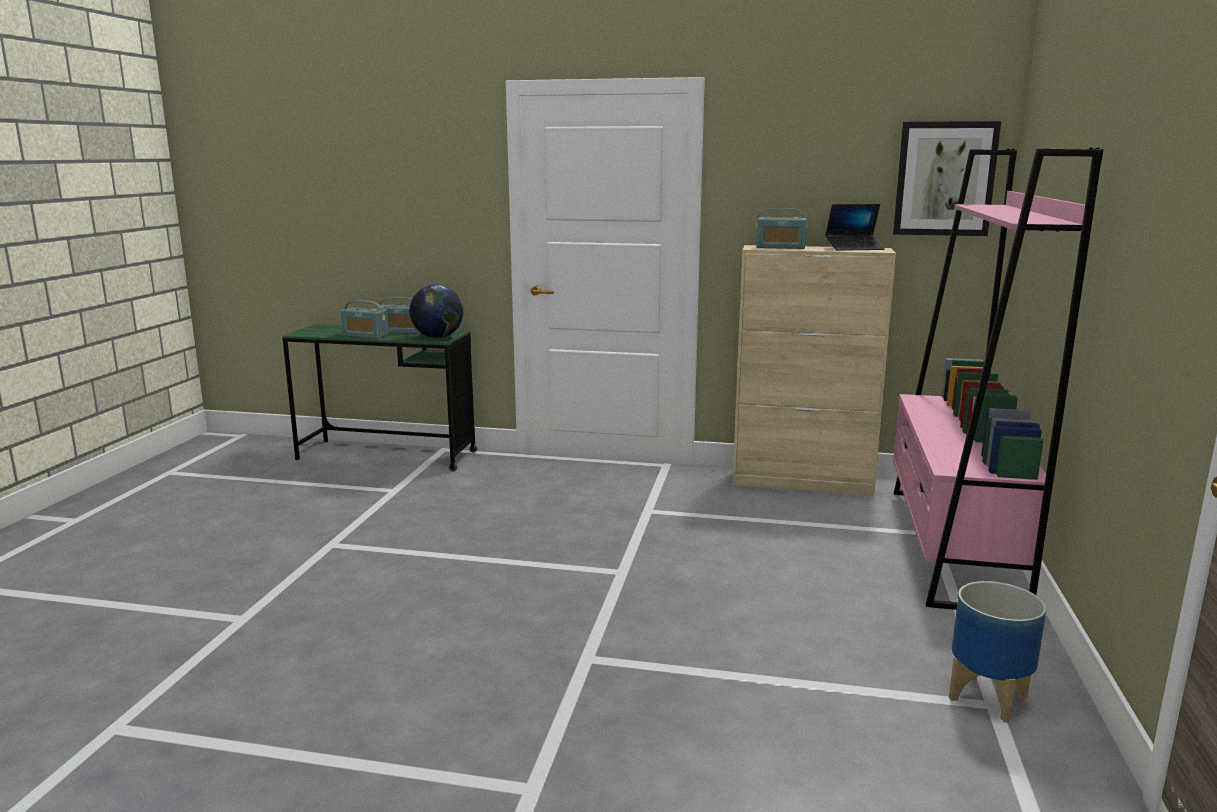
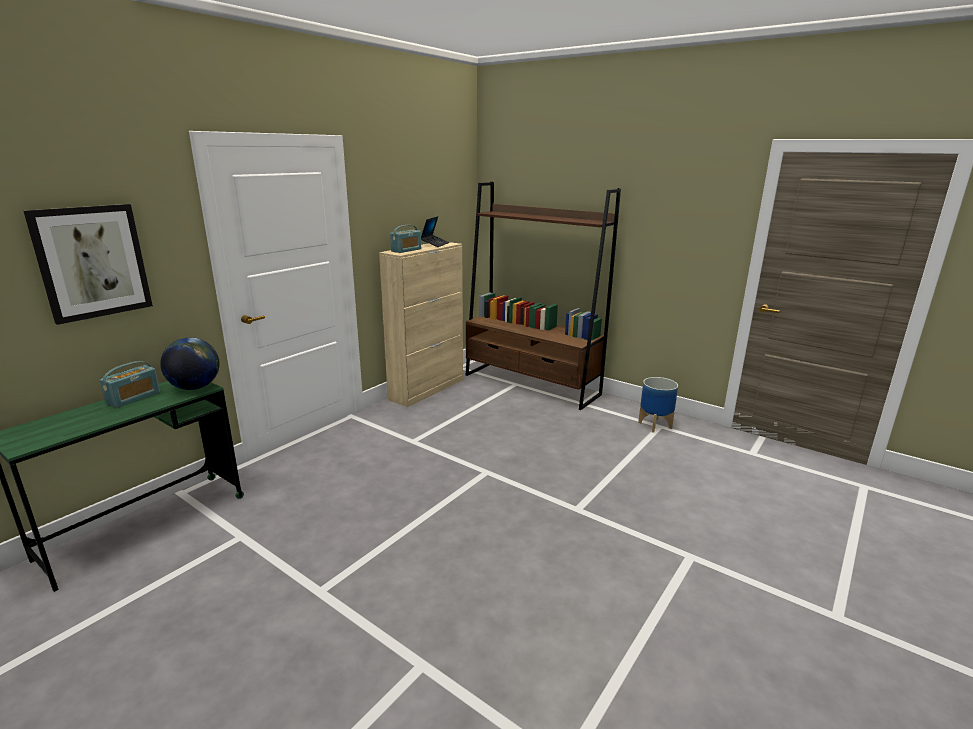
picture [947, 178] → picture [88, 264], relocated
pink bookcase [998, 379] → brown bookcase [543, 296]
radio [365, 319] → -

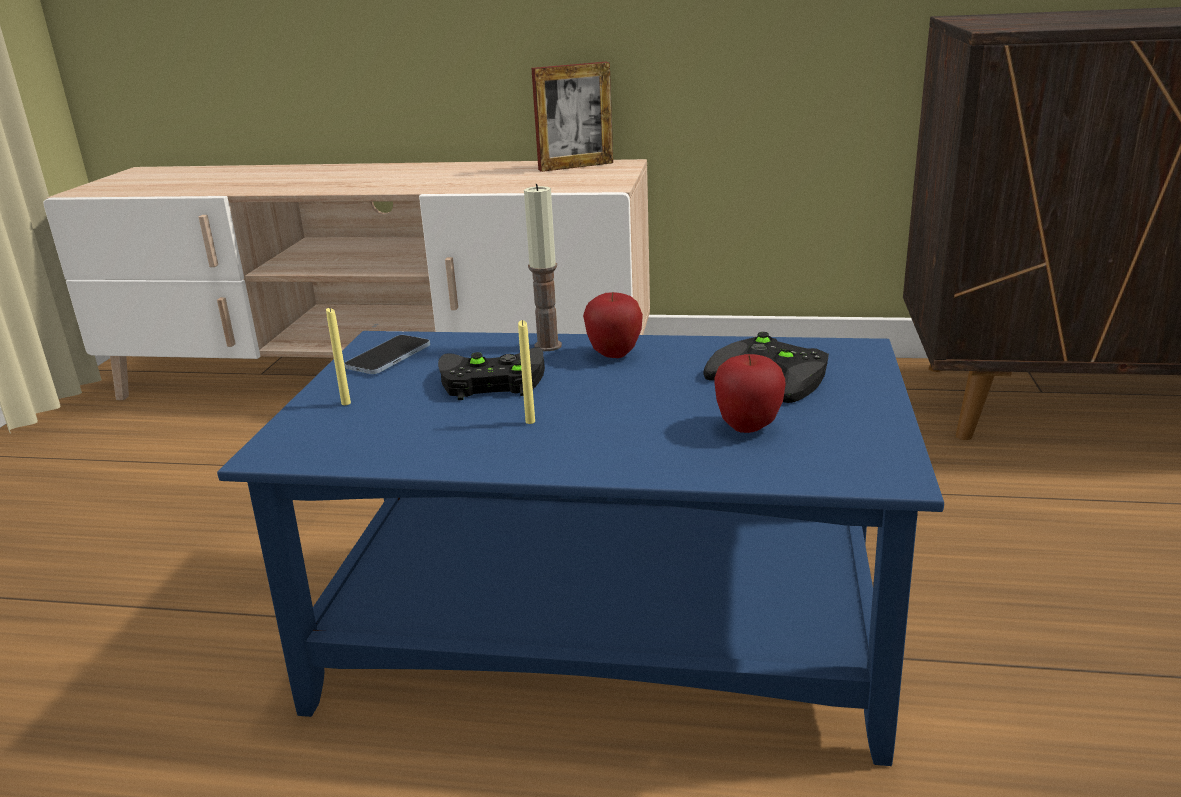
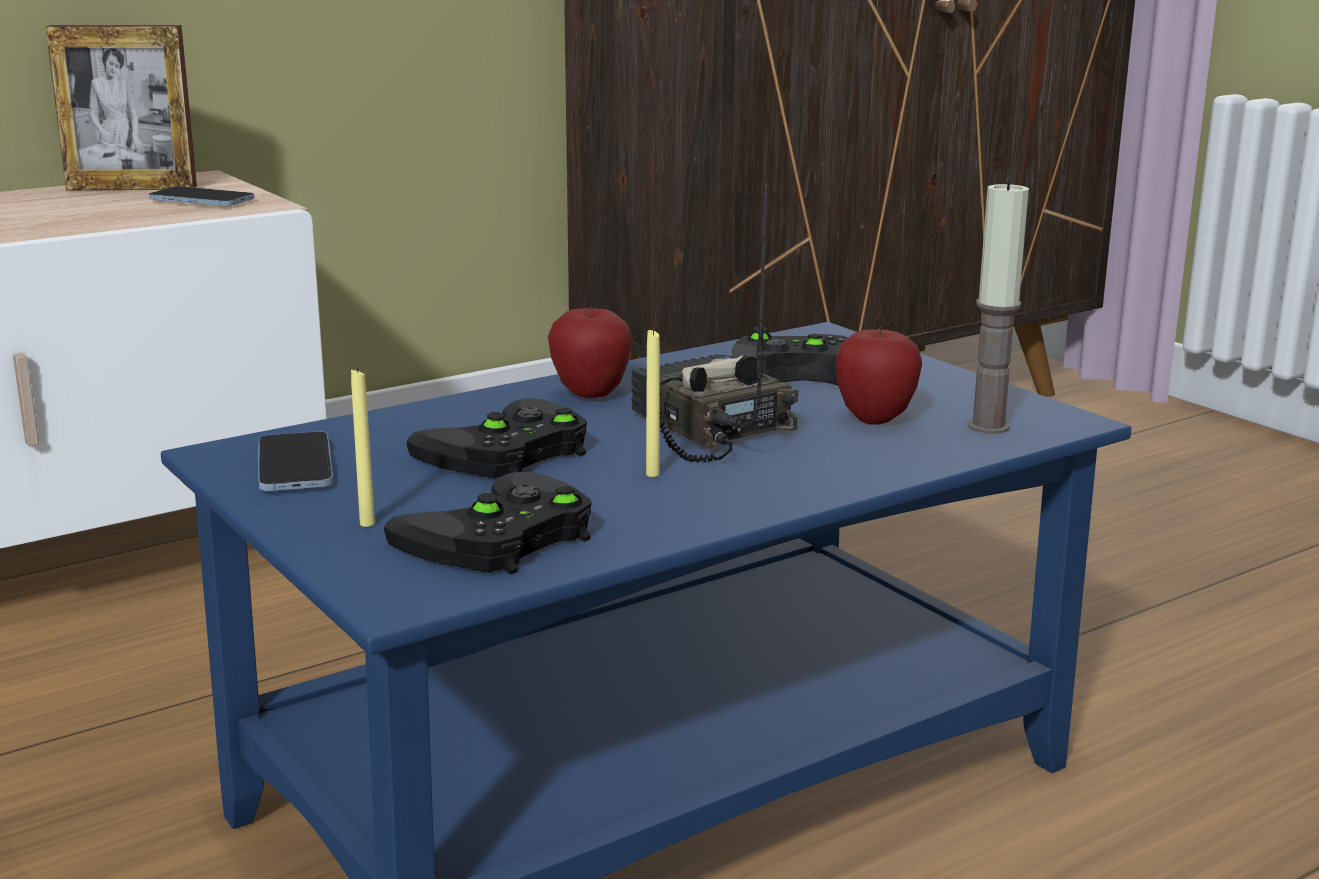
picture frame [572, 117] → picture frame [121, 107], 60 degrees clockwise
candle [543, 267] → candle [998, 307], relocated
- → radio [715, 323]
- → phone [201, 196]
- → black game controller [488, 523]

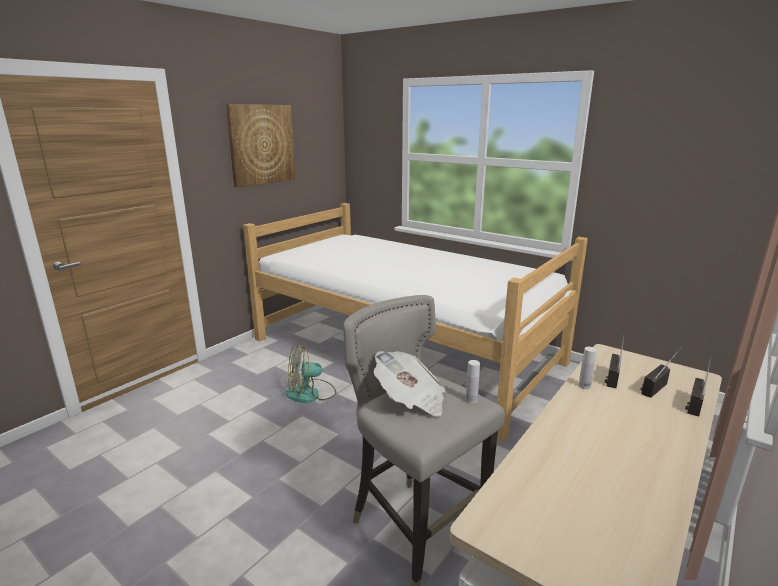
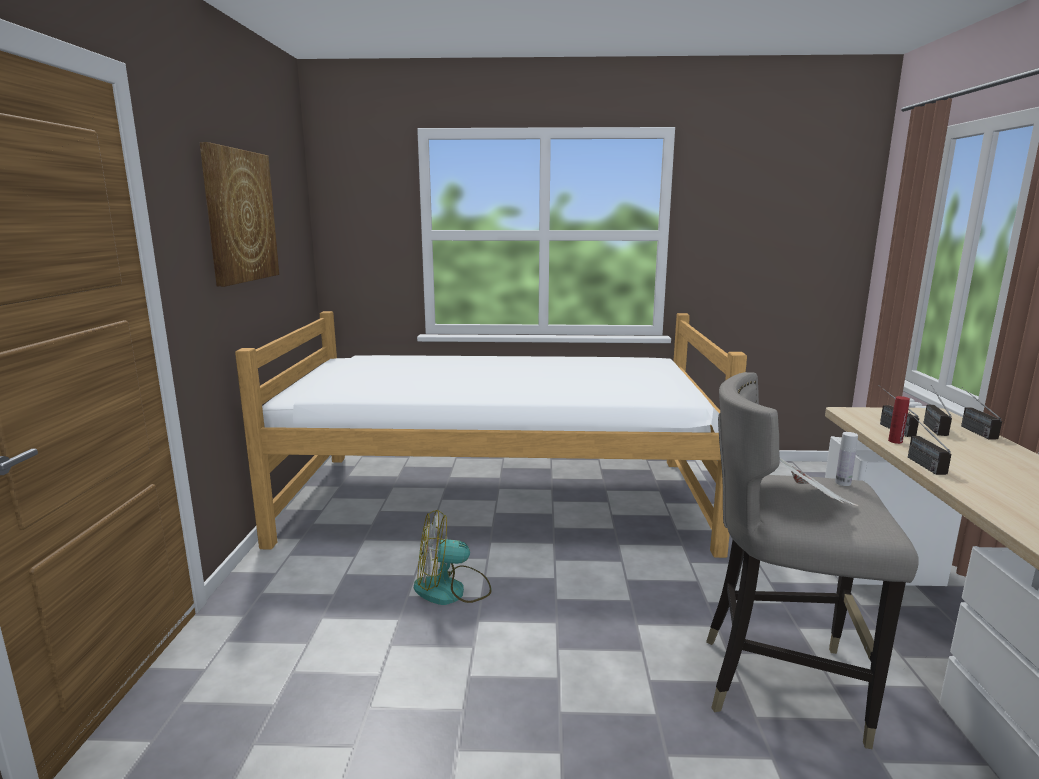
fan [311, 373] → fan [453, 557], 45 degrees clockwise
white bottle [588, 368] → red bottle [899, 420]
- → radio [929, 443]

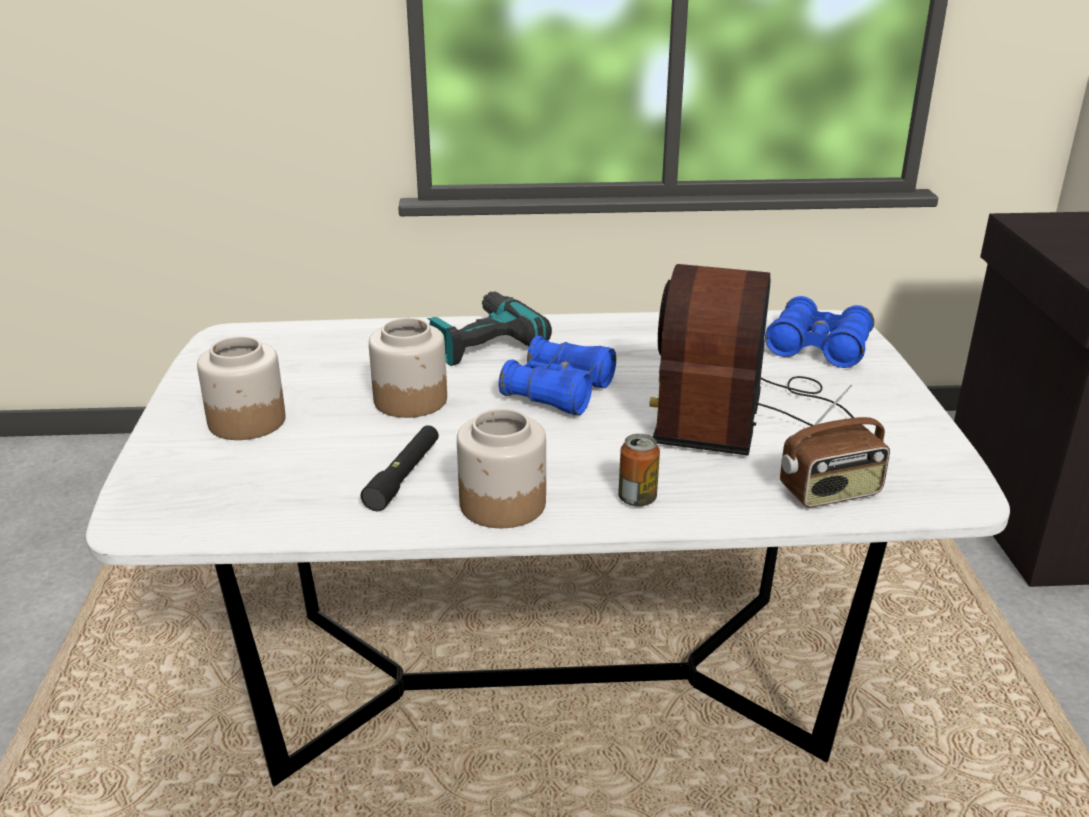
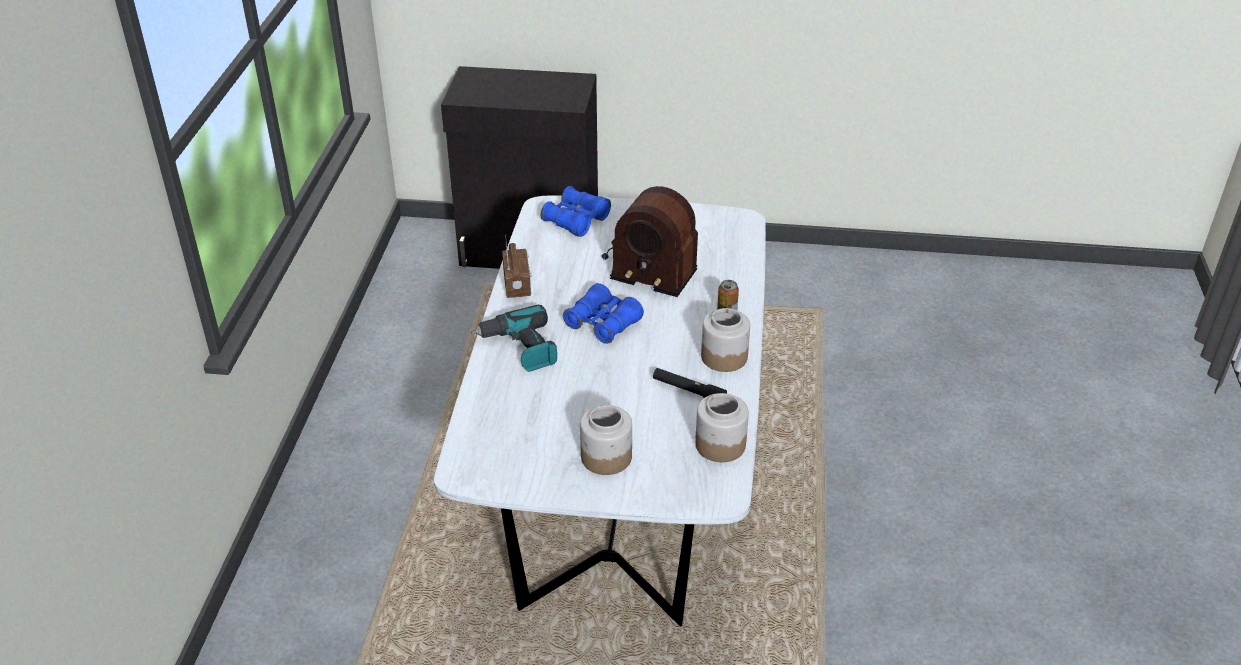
jar [408, 368] → jar [722, 427], relocated
radio [835, 446] → radio [516, 266], relocated

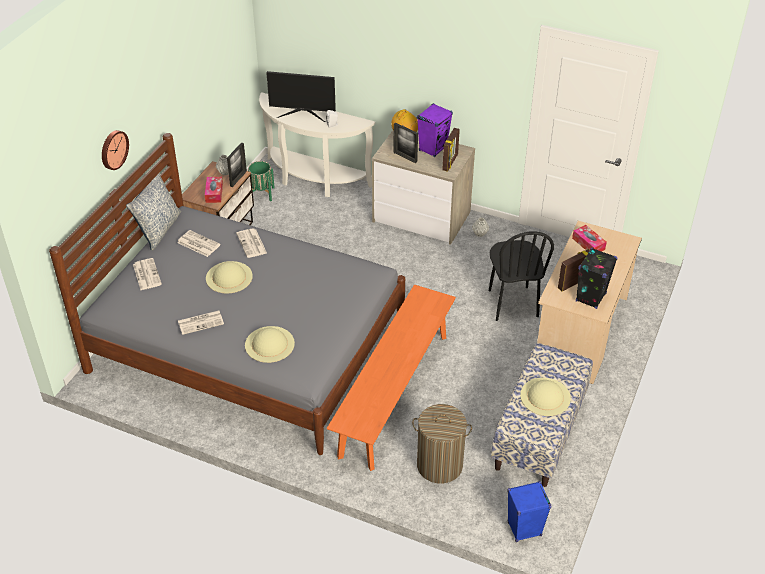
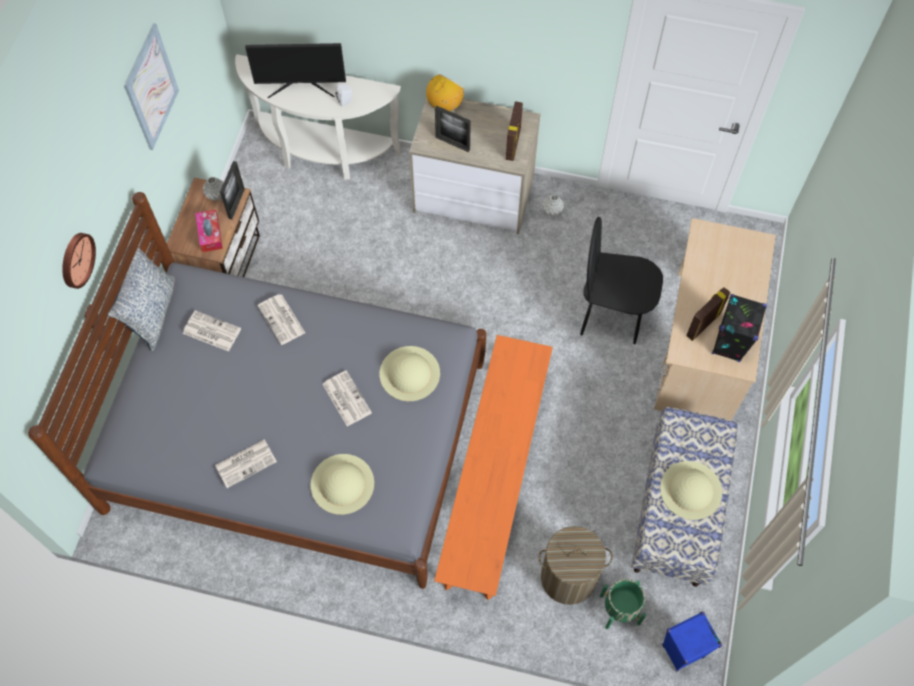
purple speaker [435, 130] → -
green planter [261, 181] → green planter [623, 604], relocated
tissue box [589, 238] → -
black chair [521, 276] → black chair [621, 280], 120 degrees clockwise
newspaper [147, 274] → newspaper [347, 398], relocated
beige hat [229, 277] → beige hat [410, 373], relocated
- → picture [151, 86]

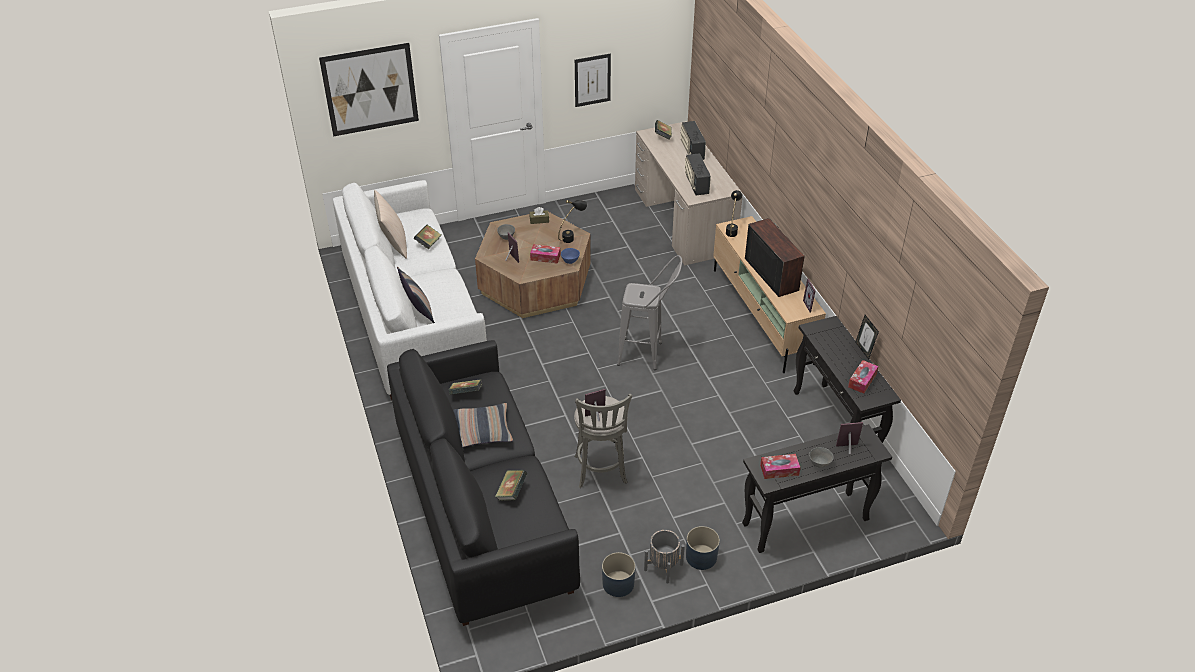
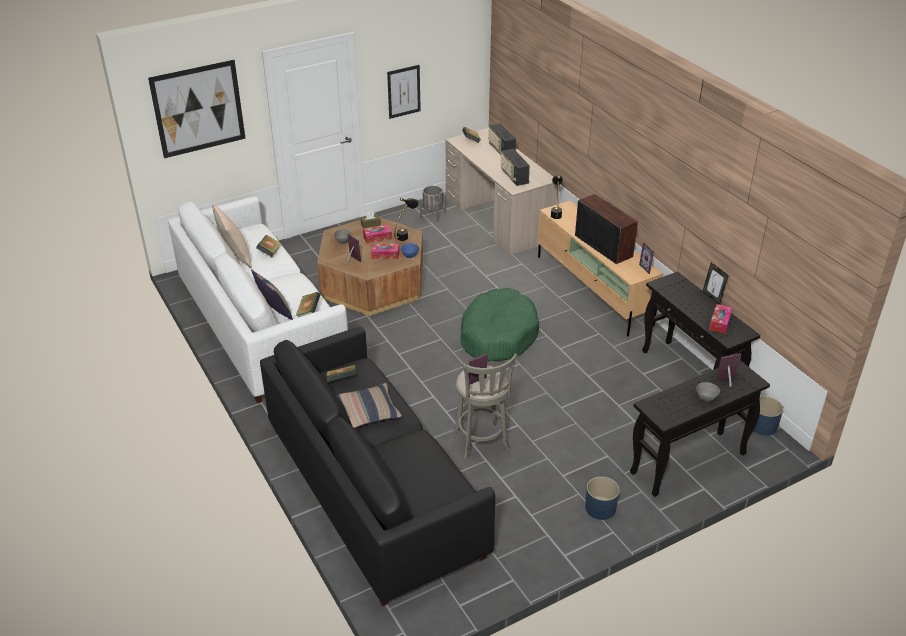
grey stool [649, 312] → green dog bed [499, 325]
tissue box [780, 466] → tissue box [377, 234], relocated
book [511, 485] → book [308, 305], relocated
grey planter [664, 557] → grey planter [433, 204], relocated
blue planter [619, 574] → blue planter [768, 416], relocated

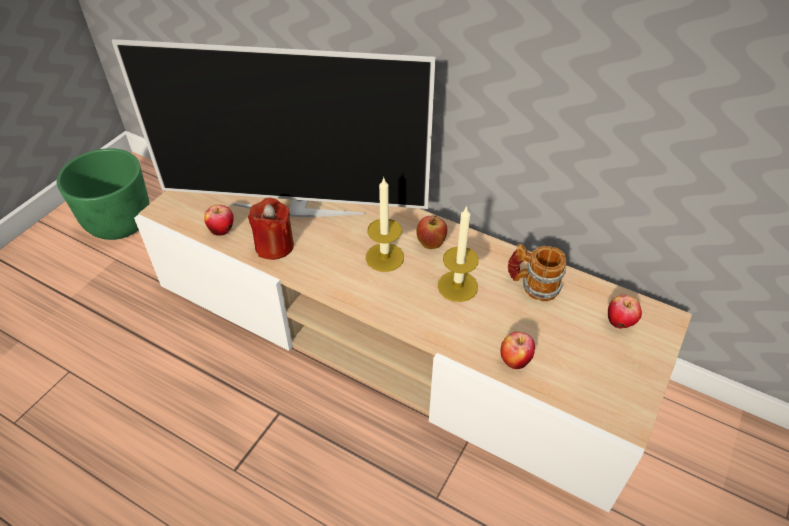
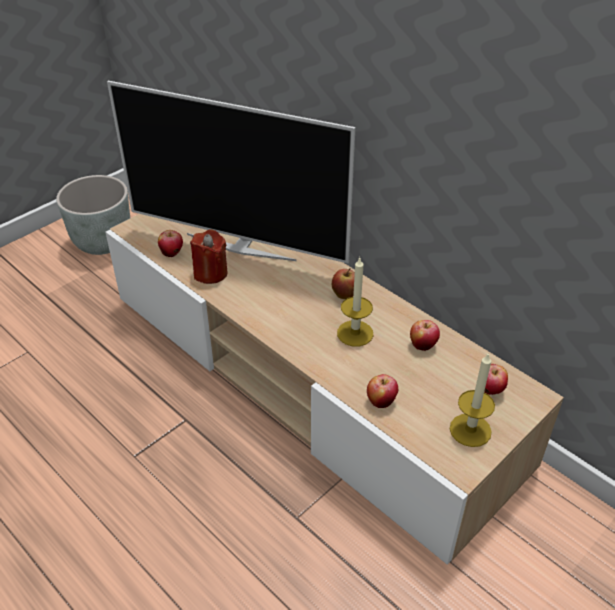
green planter [103, 194] → grey planter [93, 215]
candle [385, 224] → candle [472, 399], relocated
mug [537, 272] → apple [425, 335]

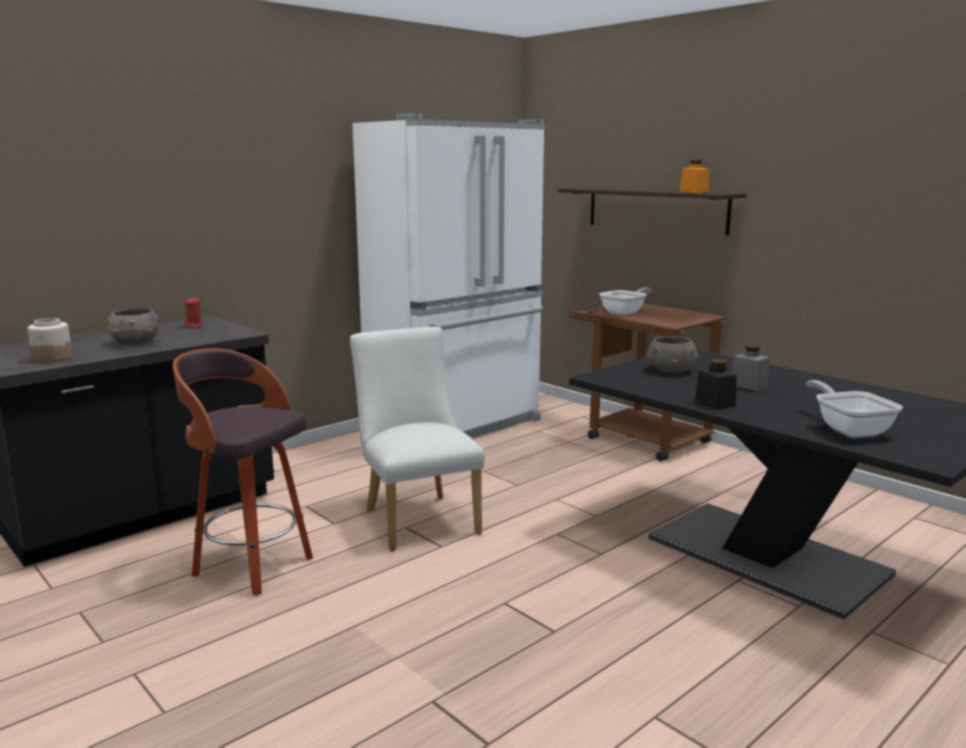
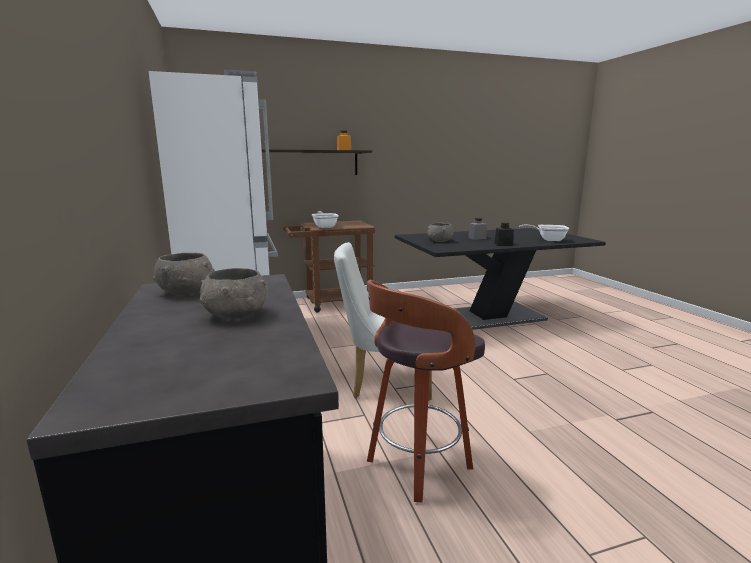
red candle [194, 312] → grey bowl [184, 274]
jar [50, 340] → -

